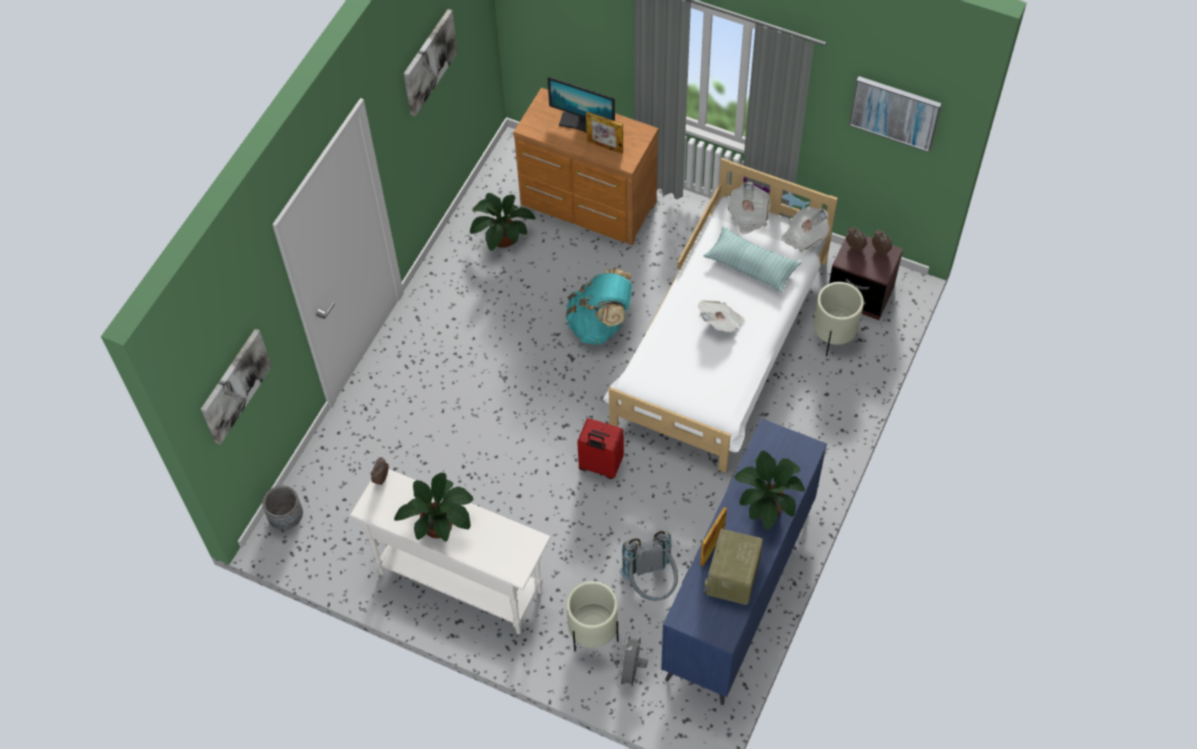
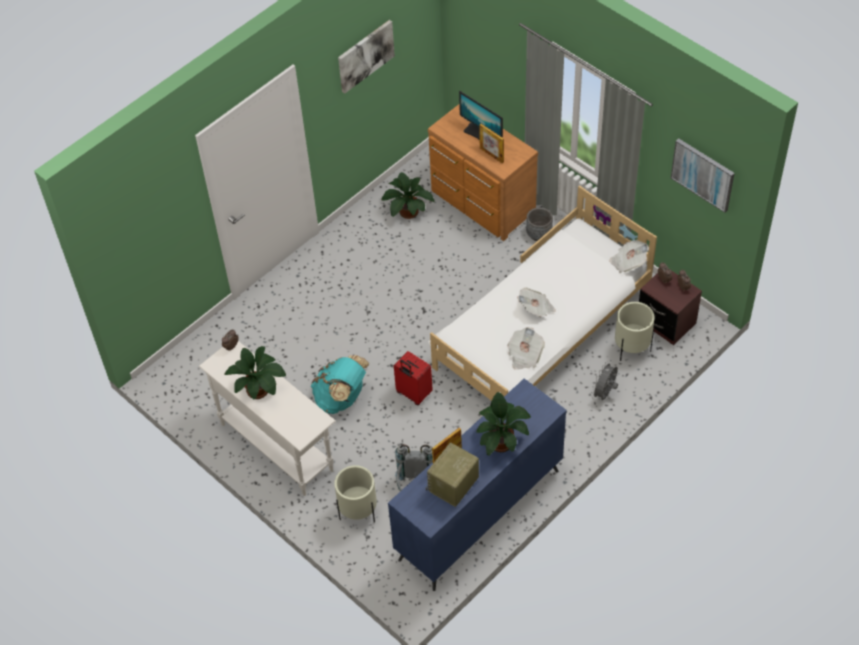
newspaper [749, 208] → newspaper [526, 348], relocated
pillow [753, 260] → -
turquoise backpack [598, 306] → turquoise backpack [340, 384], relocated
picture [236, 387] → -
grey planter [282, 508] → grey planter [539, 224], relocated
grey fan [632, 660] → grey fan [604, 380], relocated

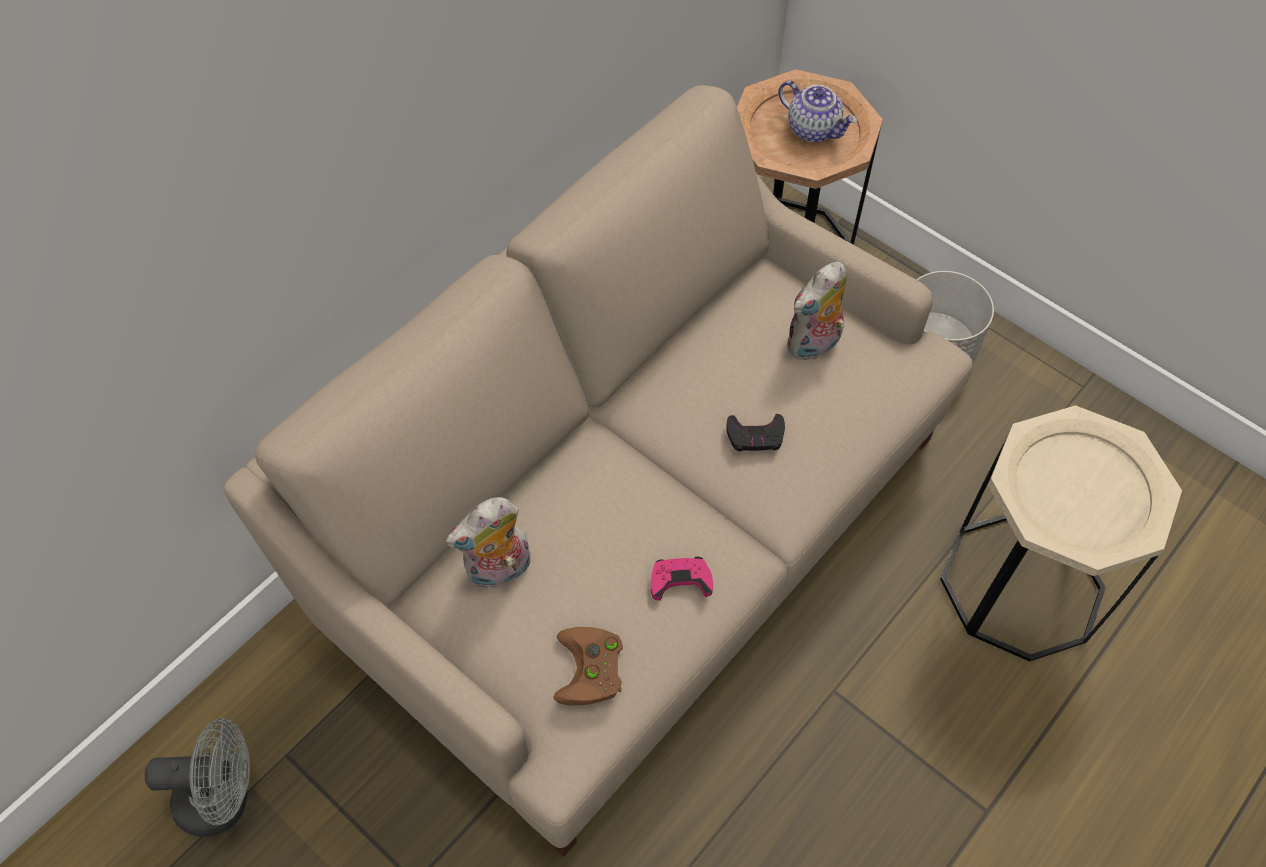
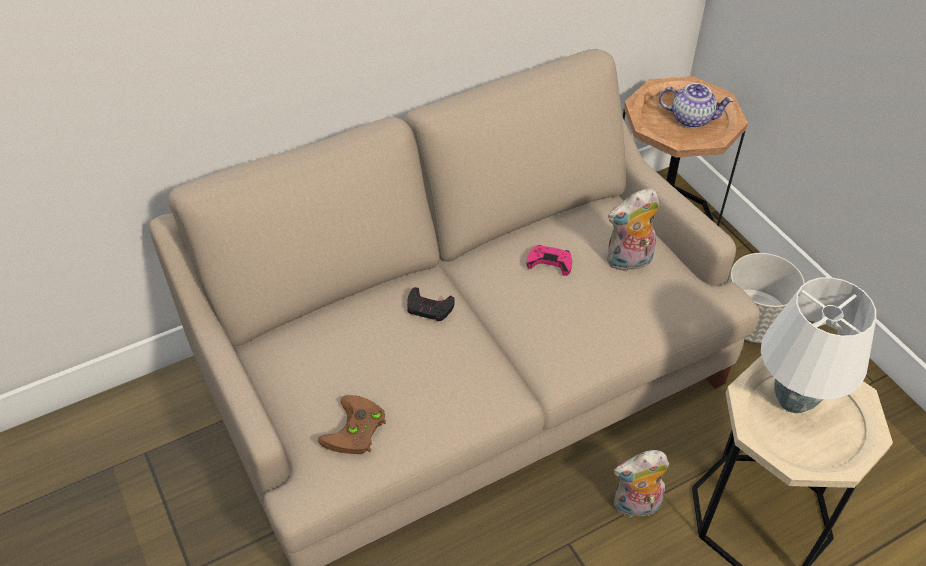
teapot [817, 111] → teapot [696, 105], 45 degrees counterclockwise
black game controller [755, 432] → black game controller [431, 304], relocated
plush toy [488, 543] → plush toy [641, 485], relocated
pink game controller [681, 579] → pink game controller [549, 260], relocated
grey fan [197, 777] → -
- → white table lamp [818, 345]

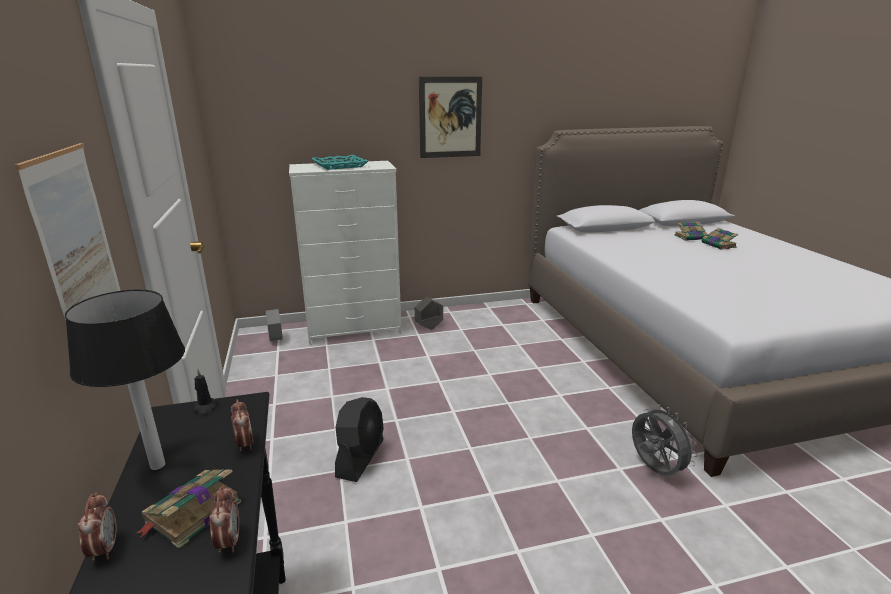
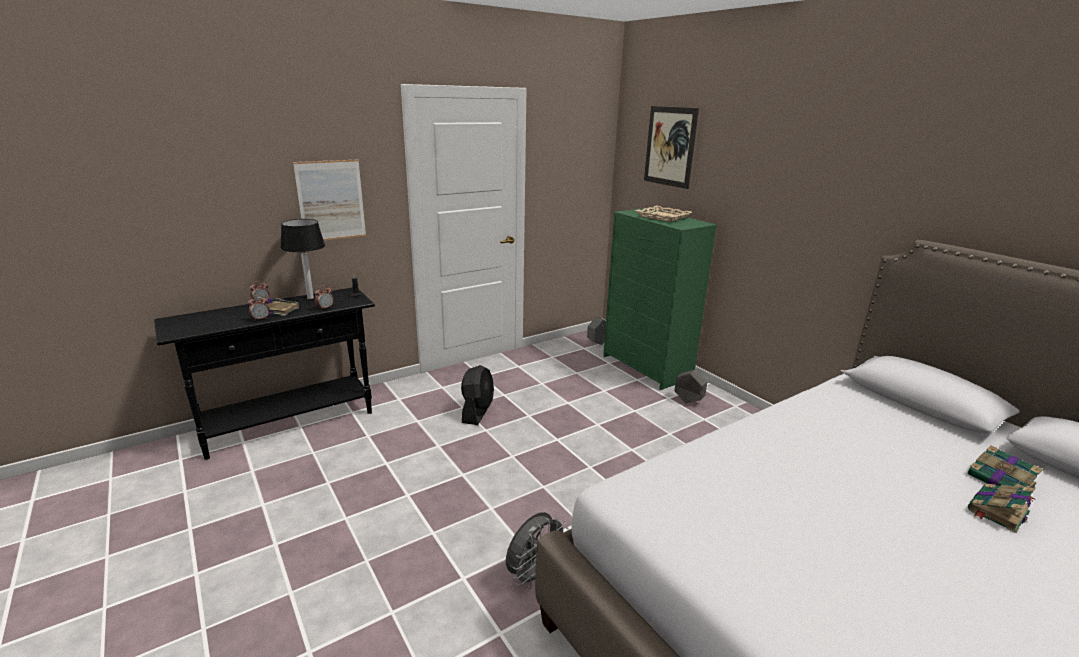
picture [450, 117] → picture [671, 147], relocated
turquoise tray [339, 162] → beige tray [664, 214]
white dresser [345, 253] → green dresser [660, 299]
black fan [359, 439] → black fan [477, 395], 75 degrees counterclockwise

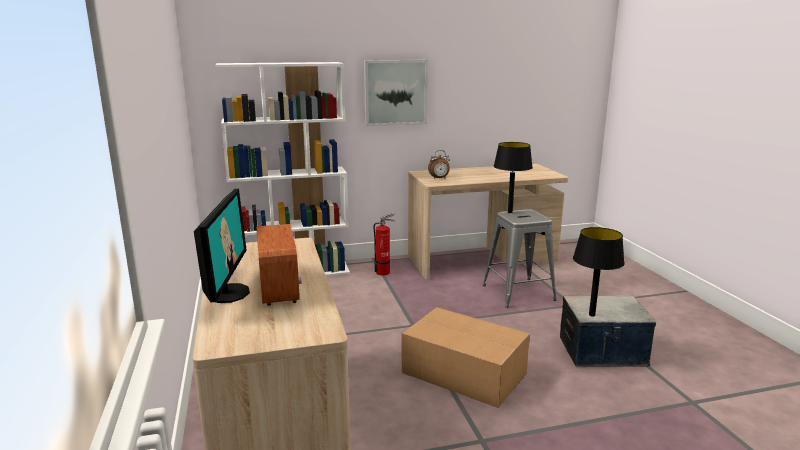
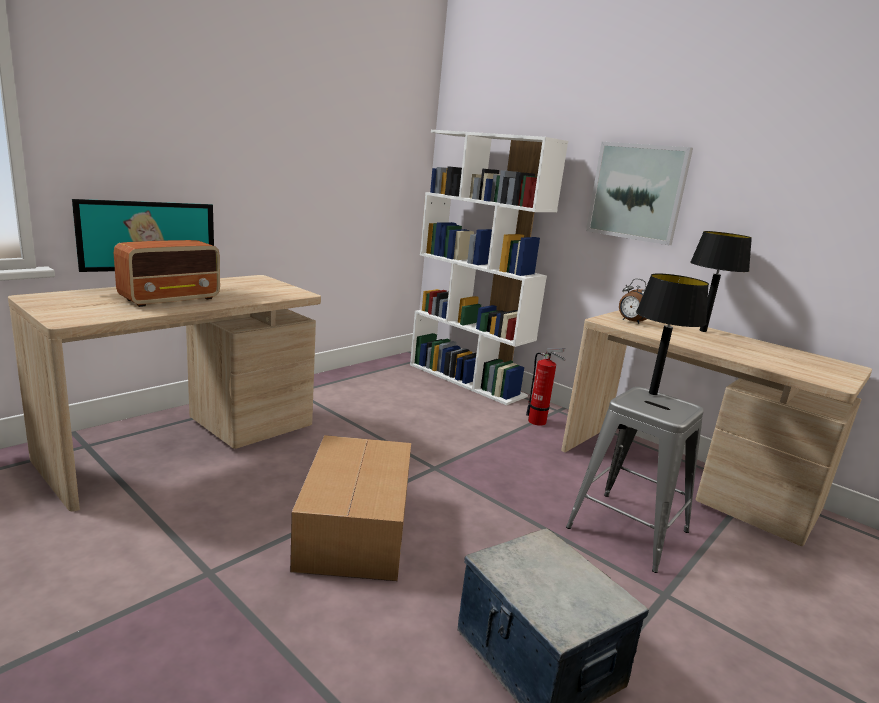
black table lamp [599, 271] → black table lamp [721, 281], relocated

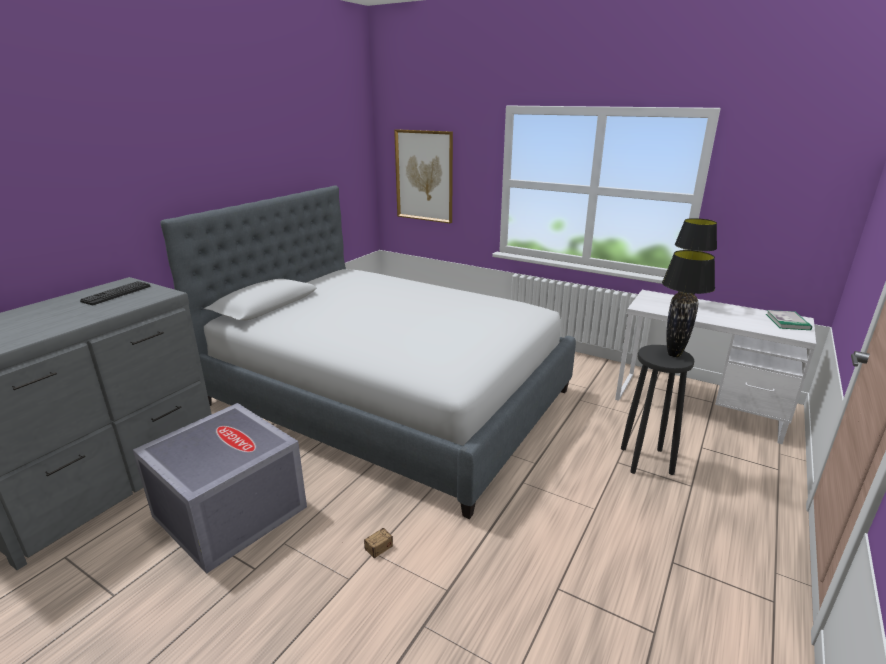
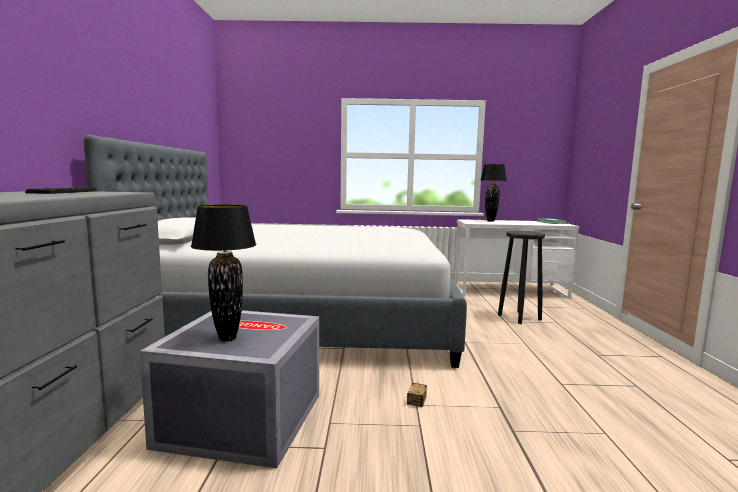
picture [423, 176] → -
black table lamp [688, 303] → black table lamp [223, 273], relocated

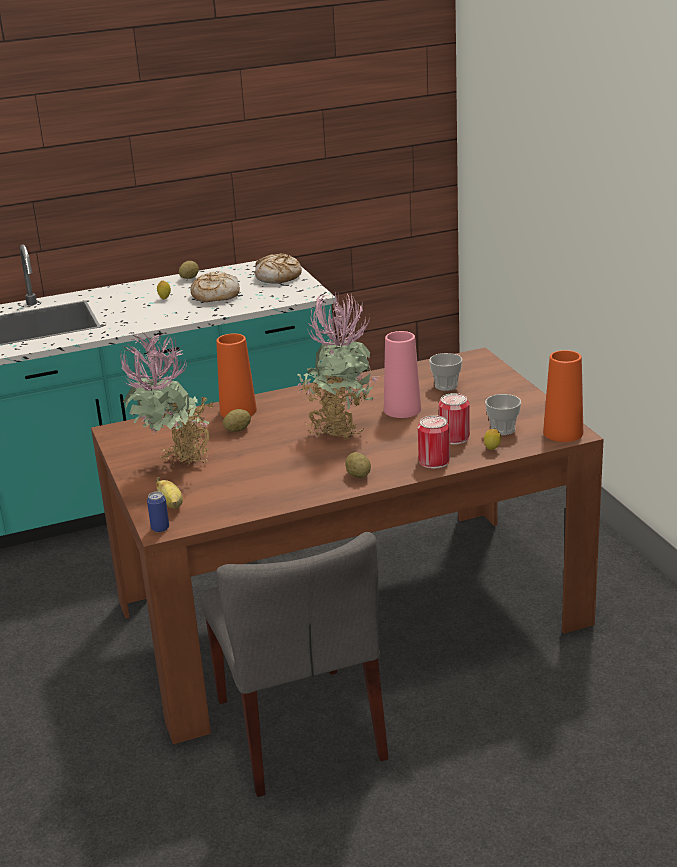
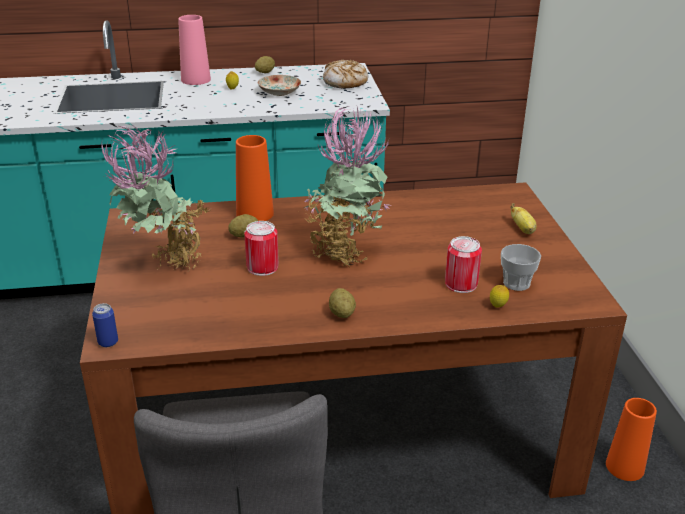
bread [215, 286] → plate [279, 85]
pink vase [402, 374] → pink vase [194, 50], relocated
orange vase [563, 396] → orange vase [631, 439], relocated
cup [446, 372] → -
can [434, 442] → can [261, 248], relocated
banana [169, 493] → banana [523, 218], relocated

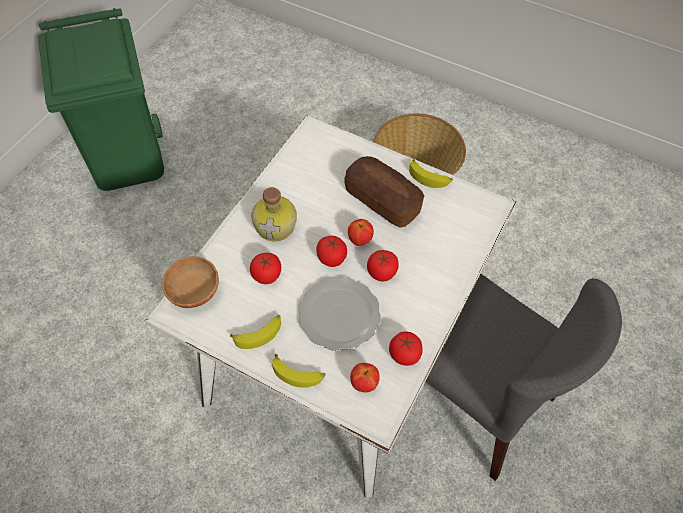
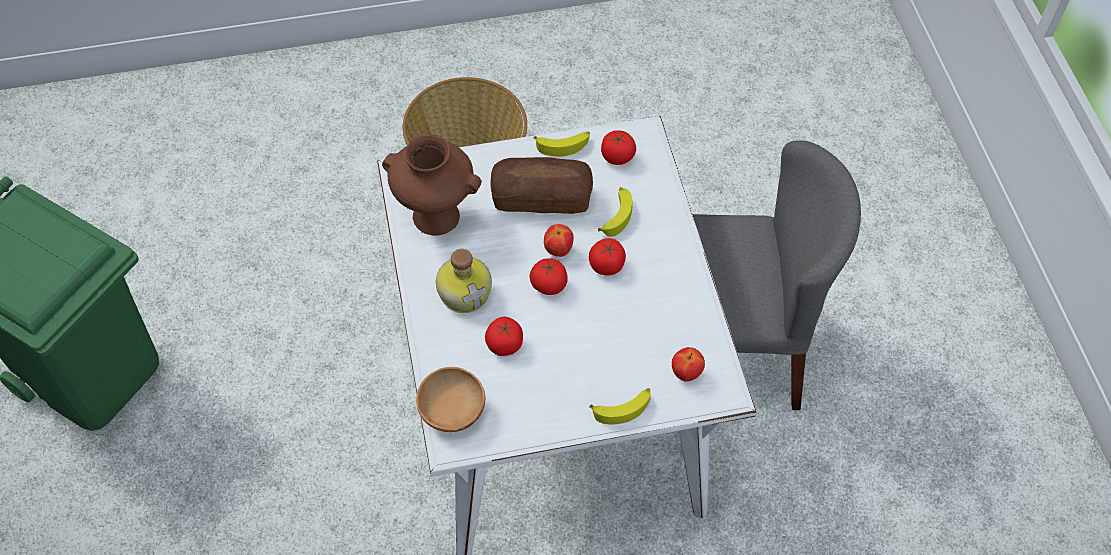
plate [339, 314] → -
banana [255, 332] → banana [615, 212], relocated
tomato [406, 349] → tomato [618, 147], relocated
- → brown vase [432, 185]

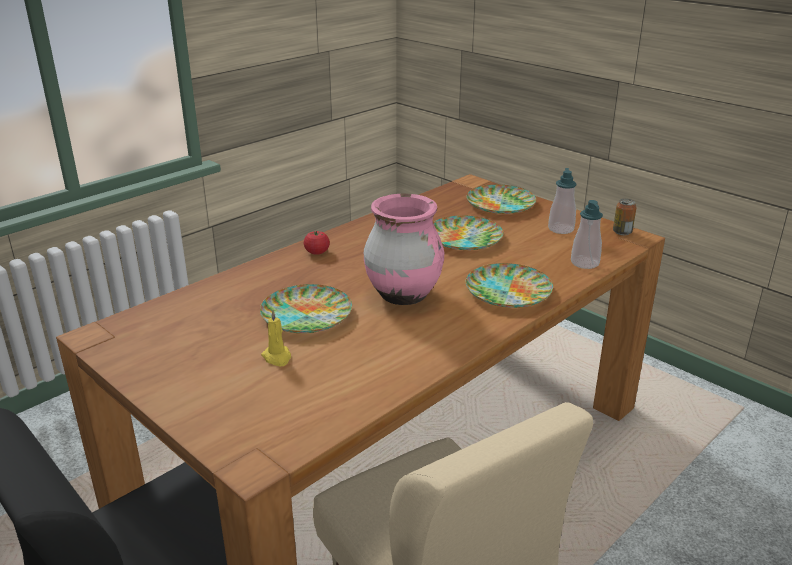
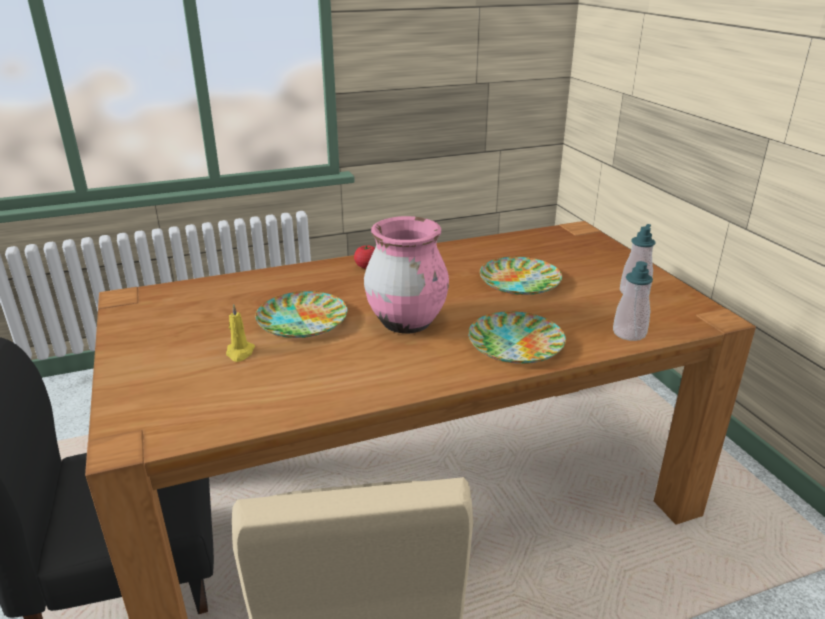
plate [501, 199] → -
can [625, 217] → -

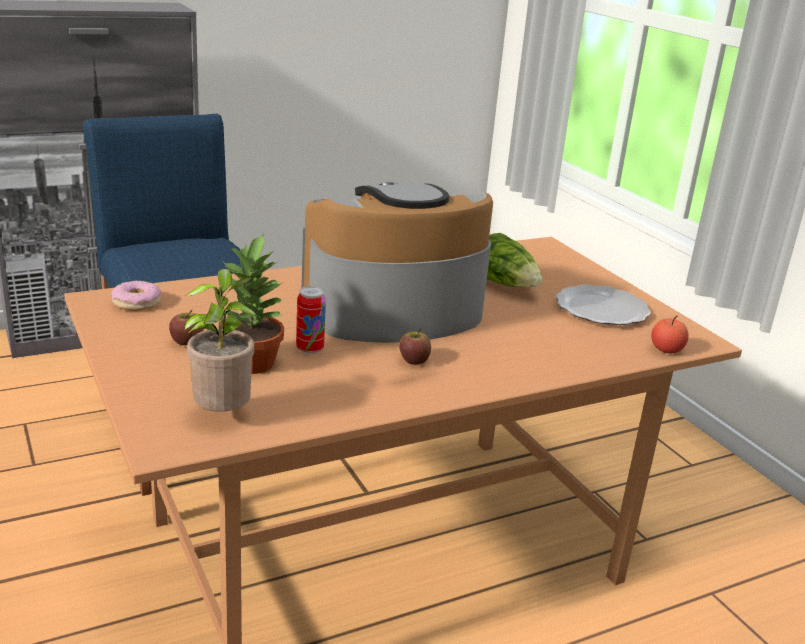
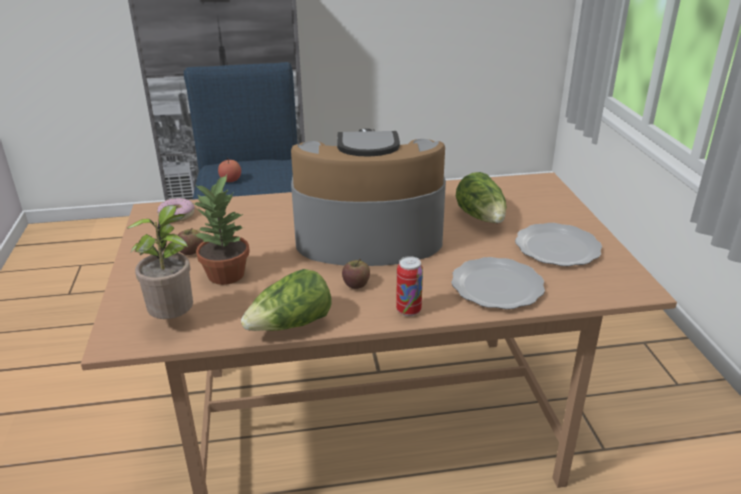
can [311, 320] → can [409, 286], relocated
apple [670, 334] → apple [229, 169], relocated
- → plate [498, 283]
- → lettuce [286, 300]

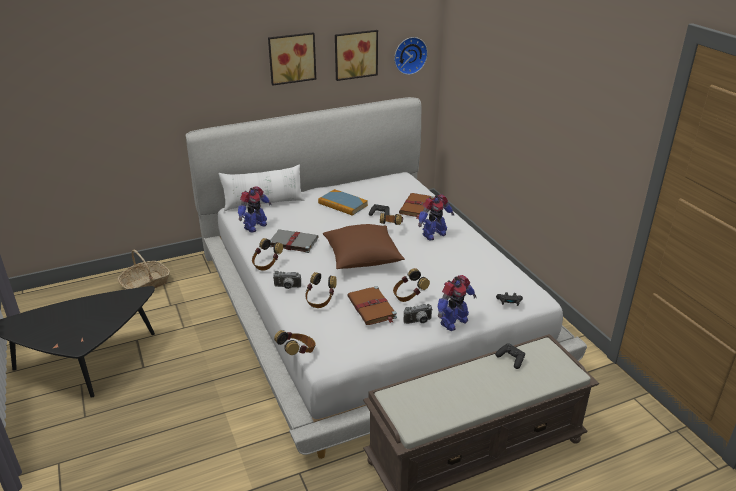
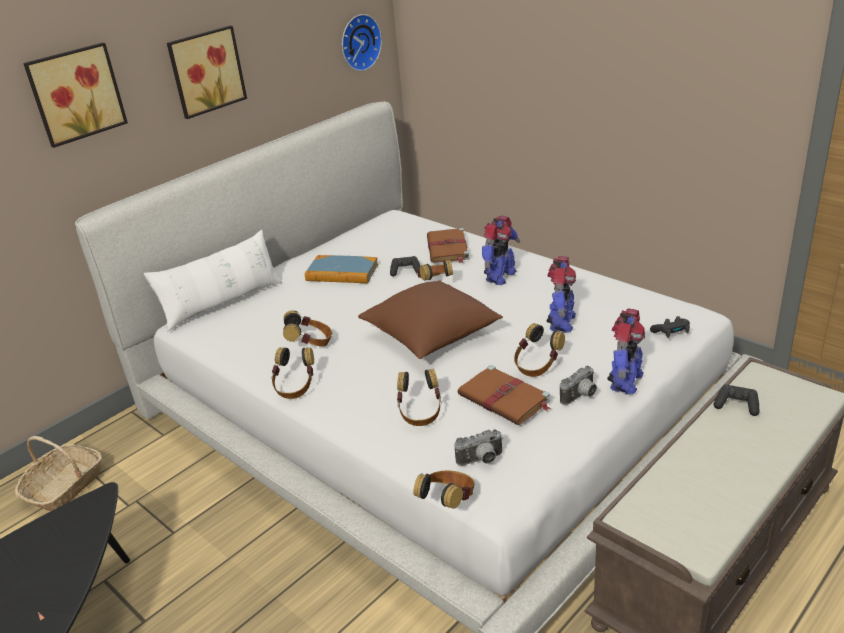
picture [356, 55] → picture [75, 95], relocated
toy robot [254, 209] → toy robot [561, 294], relocated
grey book [294, 241] → headphones [307, 328]
photo camera [287, 280] → photo camera [478, 447], relocated

